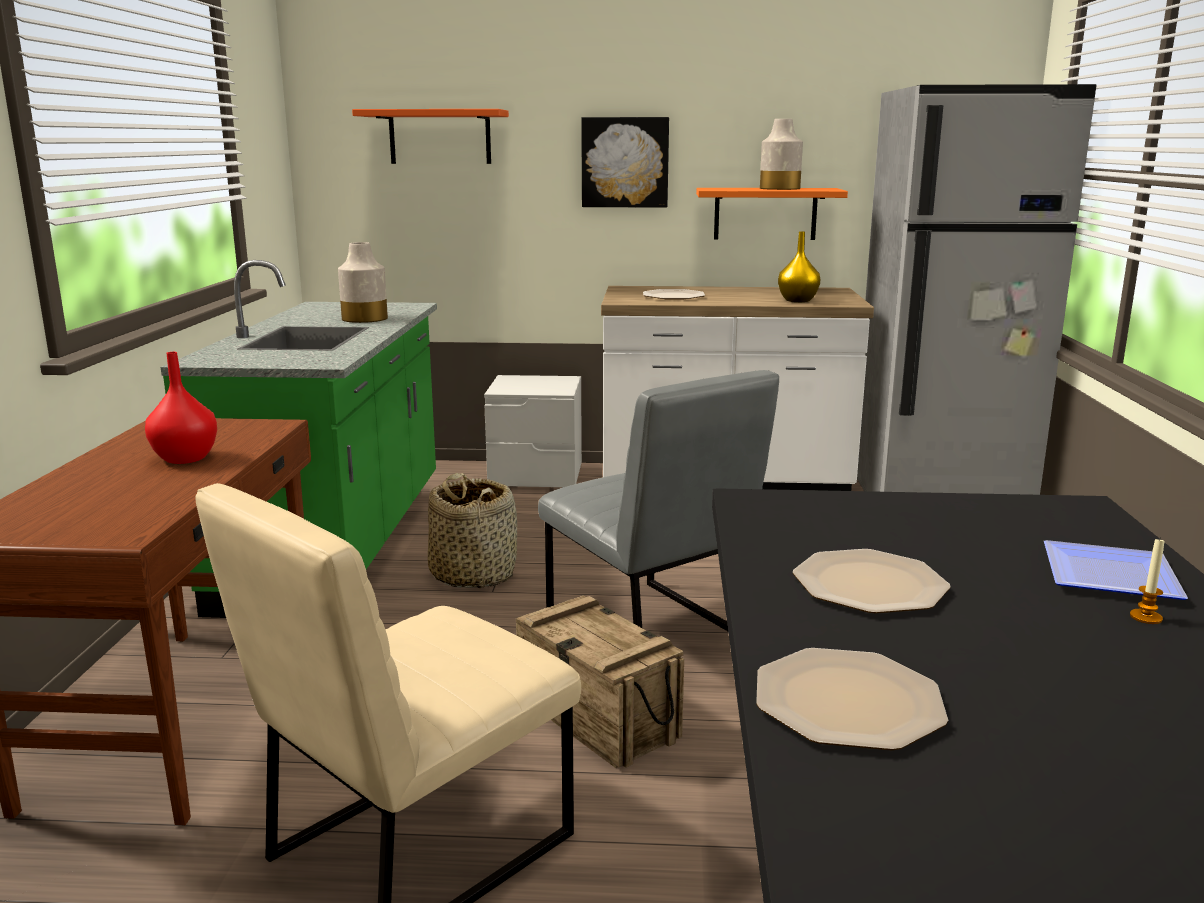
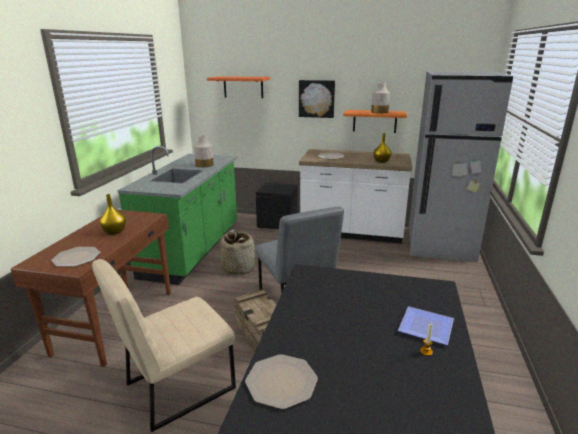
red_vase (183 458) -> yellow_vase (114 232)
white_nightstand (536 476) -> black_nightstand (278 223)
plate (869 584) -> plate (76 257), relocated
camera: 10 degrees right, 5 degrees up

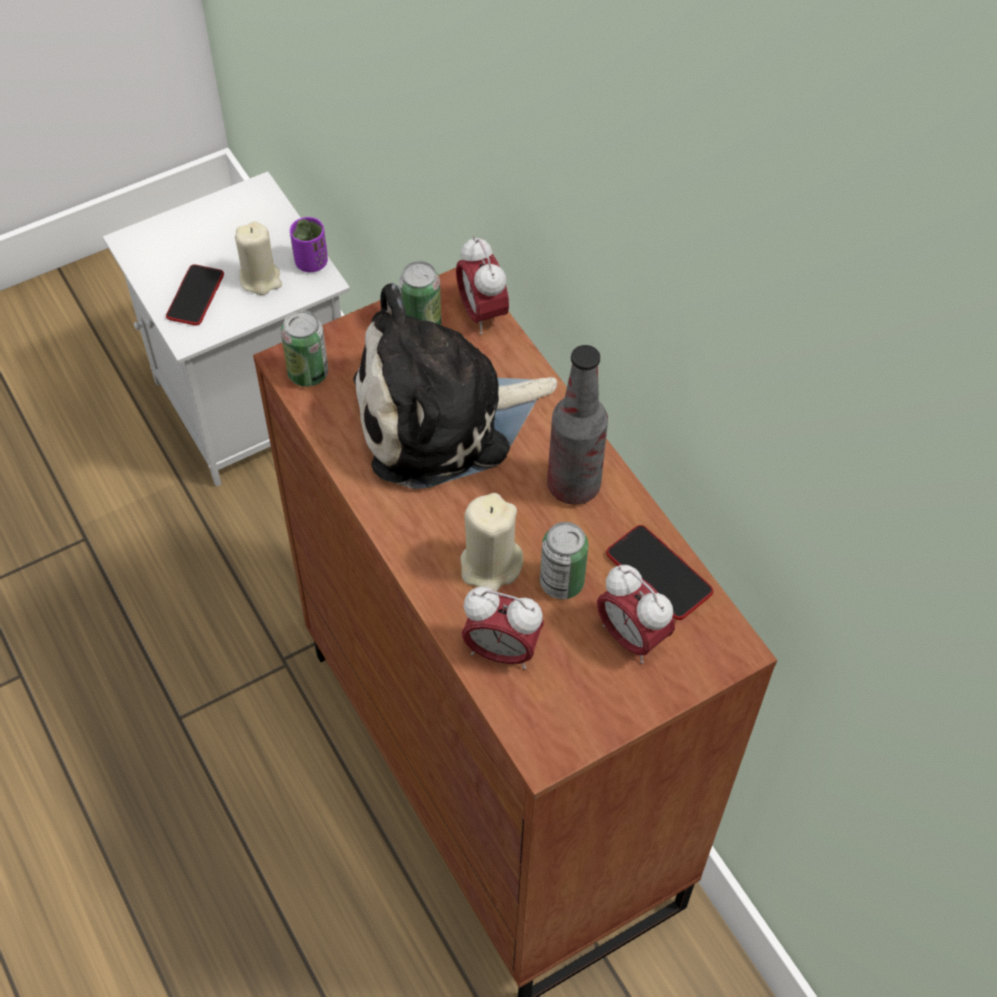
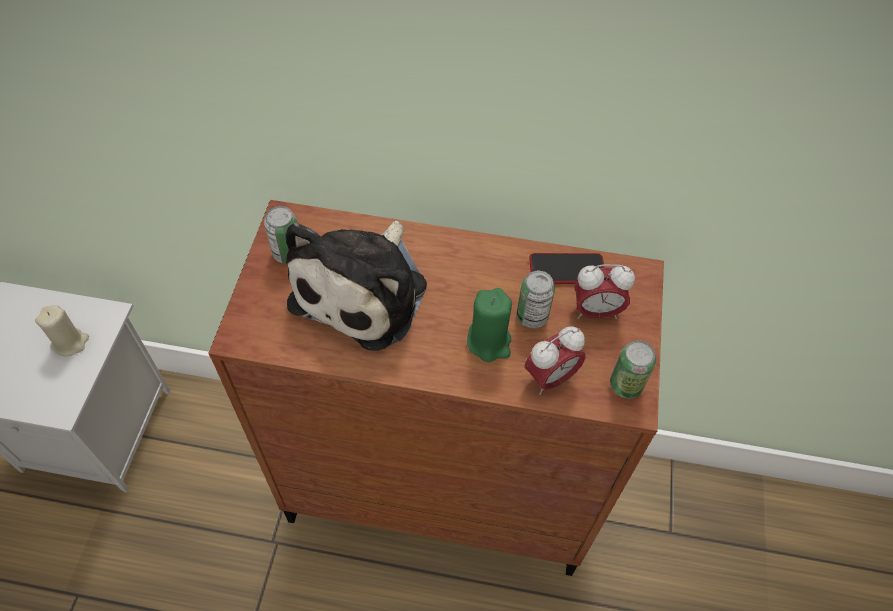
phone (195 296) -> none
can (308 373) -> can (626 385), relocated
purple_cup (311 262) -> none
alarm_clock (482 314) -> none
beige_candle (490 566) -> green_candle (489 342)
bottle (573 485) -> none
camera: 50 degrees left, 0 degrees up

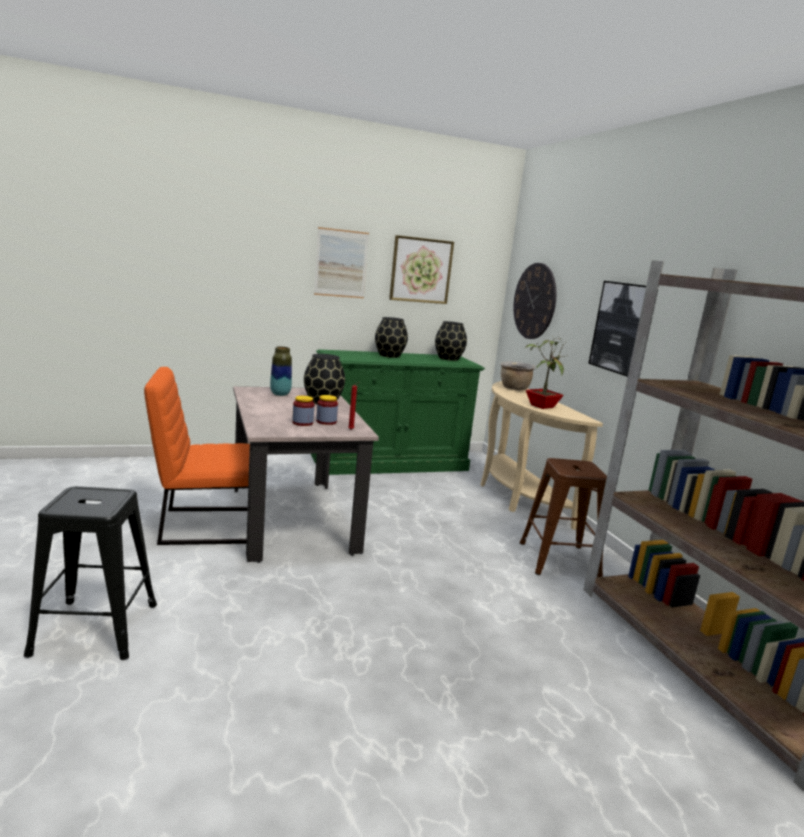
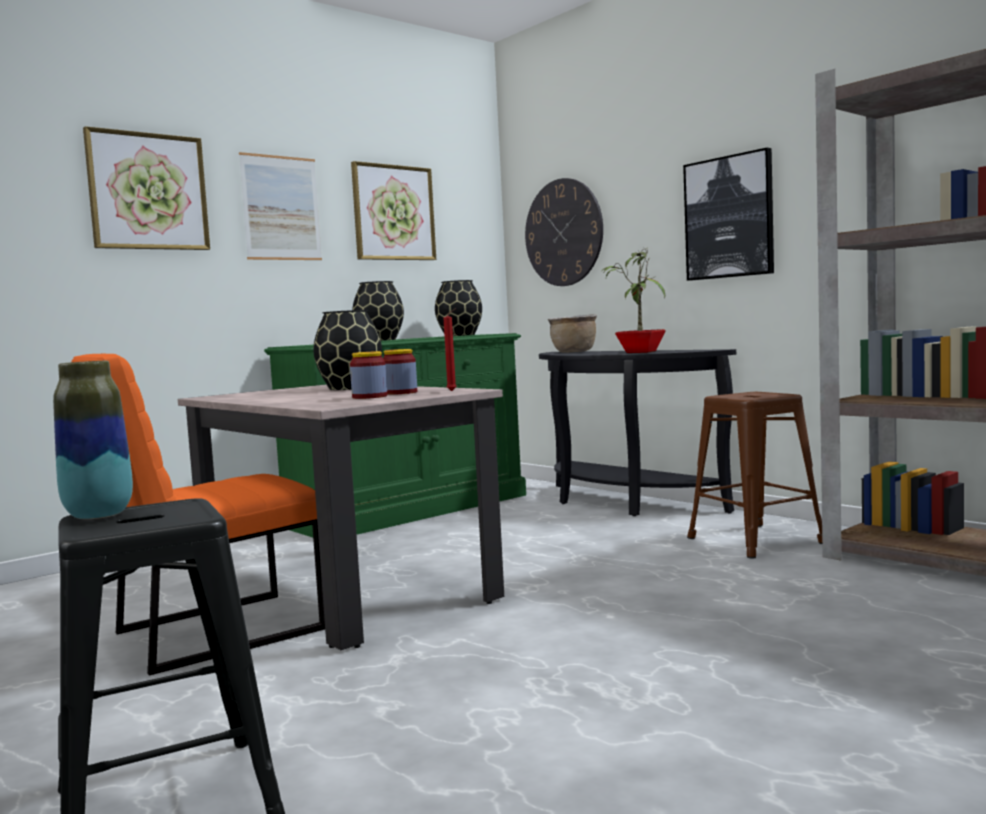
vase (280 394) -> vase (98 515), relocated
beige_console_table (516 496) -> black_console_table (619 503)
none -> picture (148 191)
camera: 20 degrees left, 10 degrees down

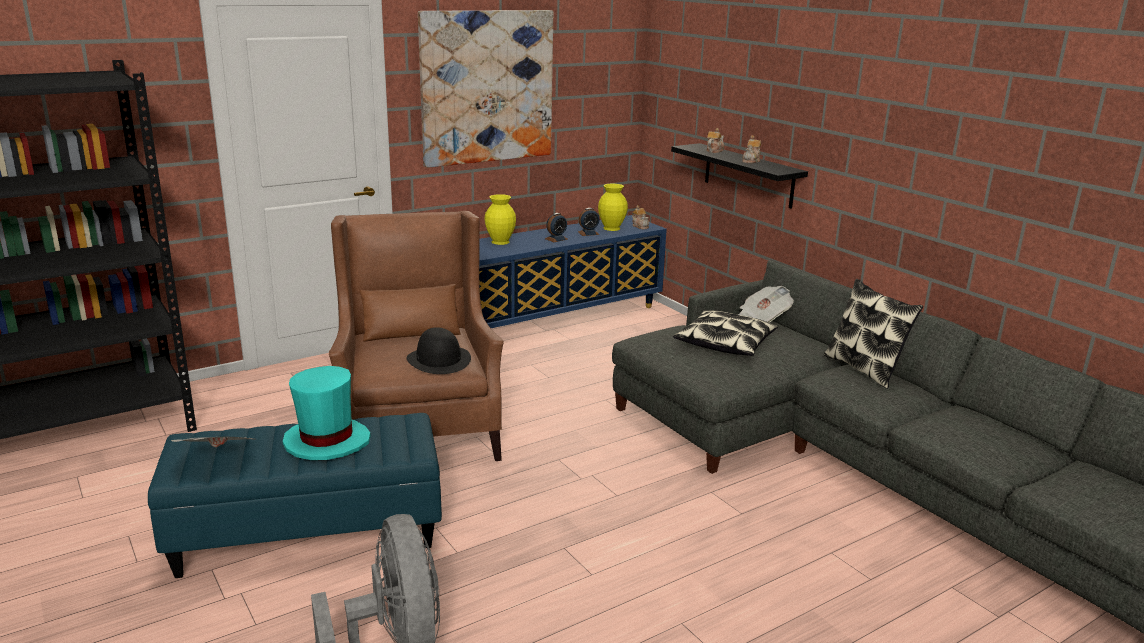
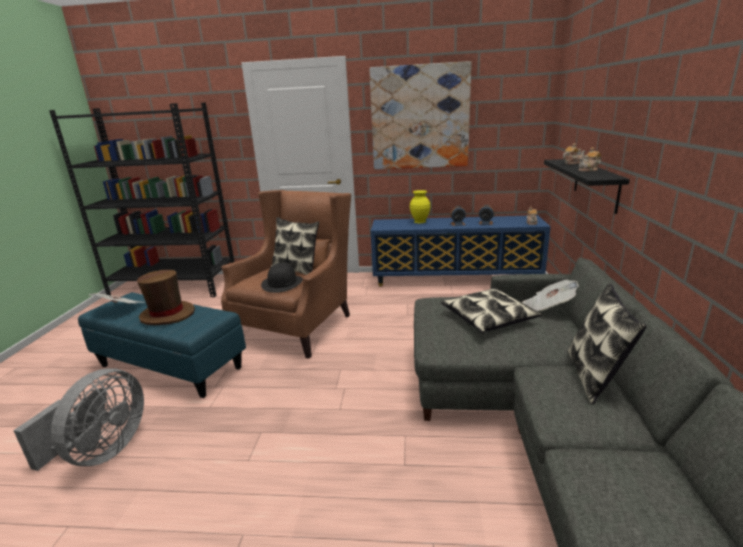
turquoise_hat (326 441) -> brown_hat (167 315)
yellow_vase (612 228) -> none
none -> pillow (297 270)
camera: 40 degrees right, 0 degrees up

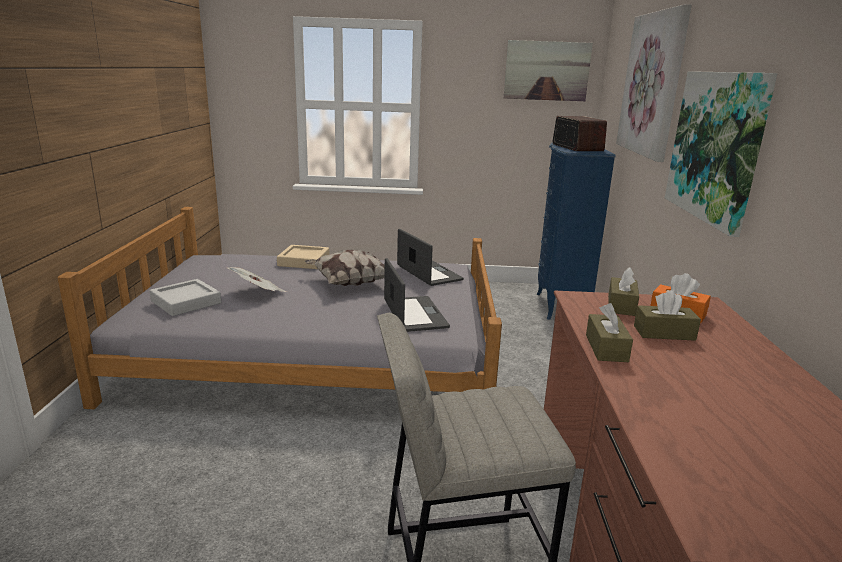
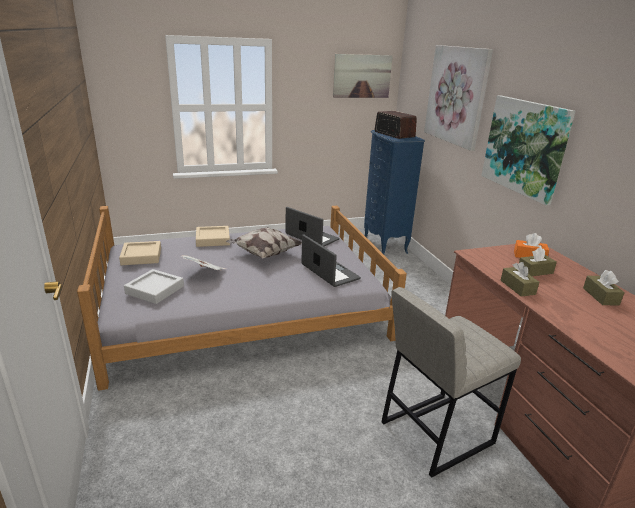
brown_tissue_box (621 305) -> brown_tissue_box (600 296), relocated
none -> beige_tray (141 256)
camera: 20 degrees left, 5 degrees up

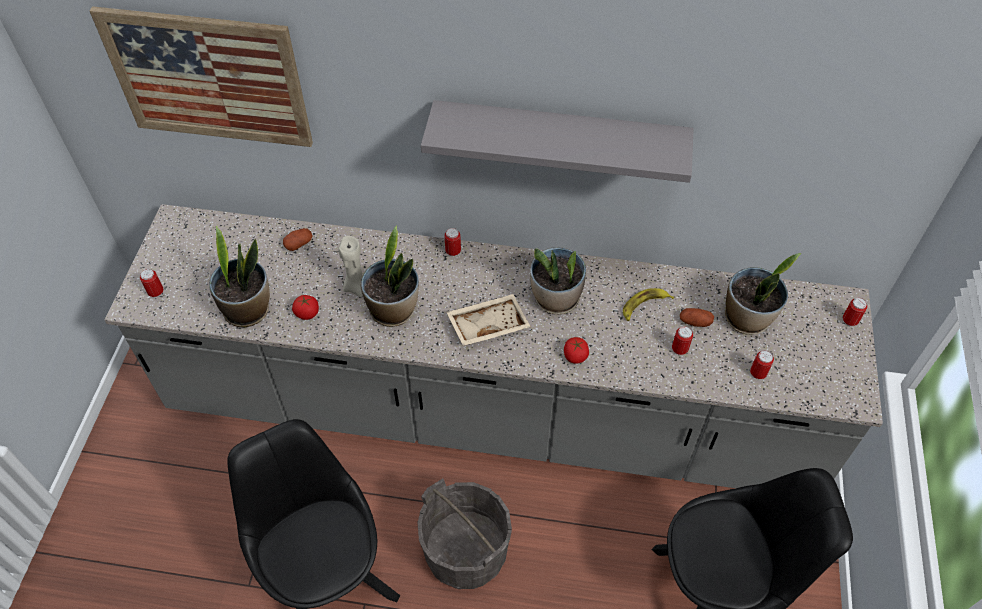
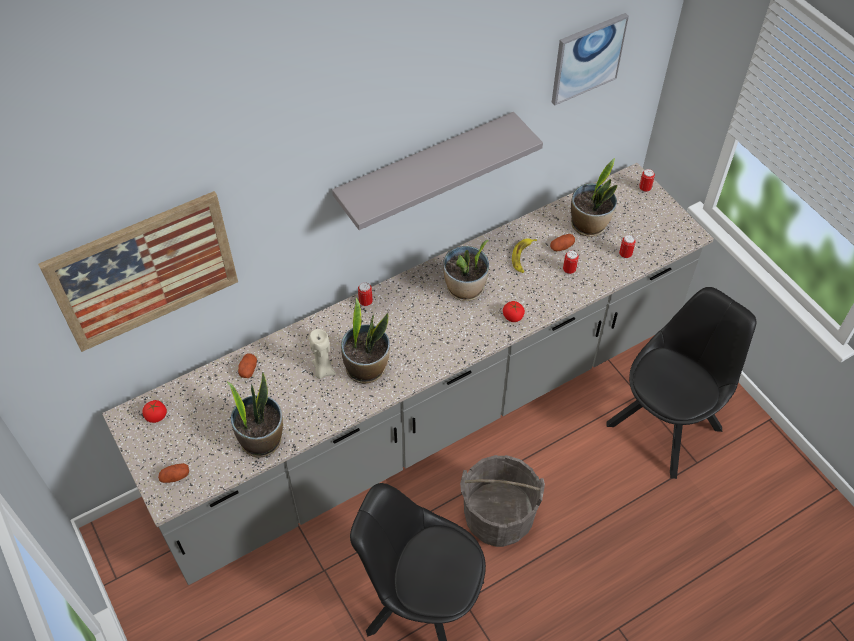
can (156 292) -> potato (175 477)
tomato (307 313) -> tomato (156 416), relocated
beige_tray (488 324) -> none
none -> picture (587 58)
camera: 40 degrees left, 0 degrees up

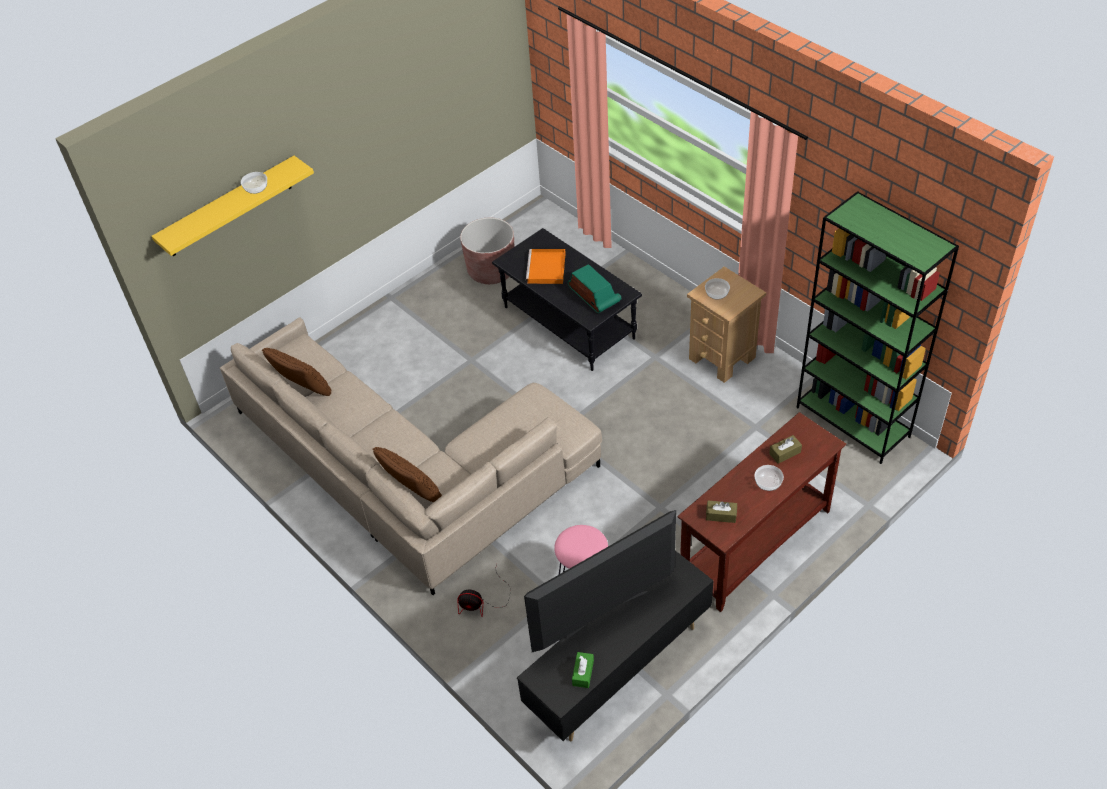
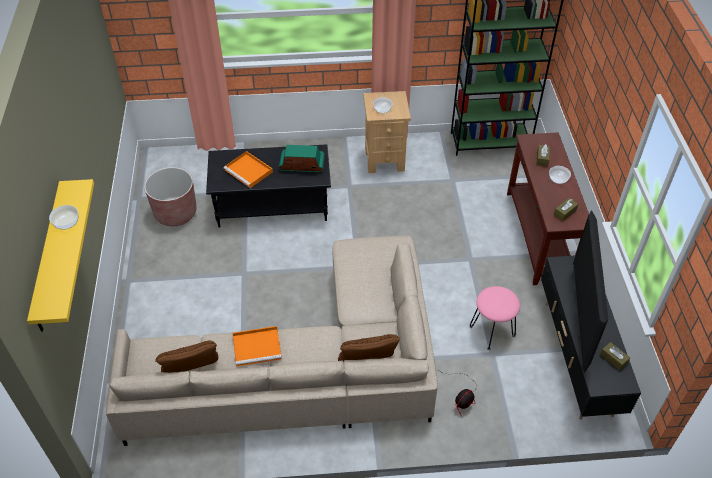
green_tissue_box (583 673) -> brown_tissue_box (613 359)
none -> orange_tray (258 347)
camera: 55 degrees left, 0 degrees up

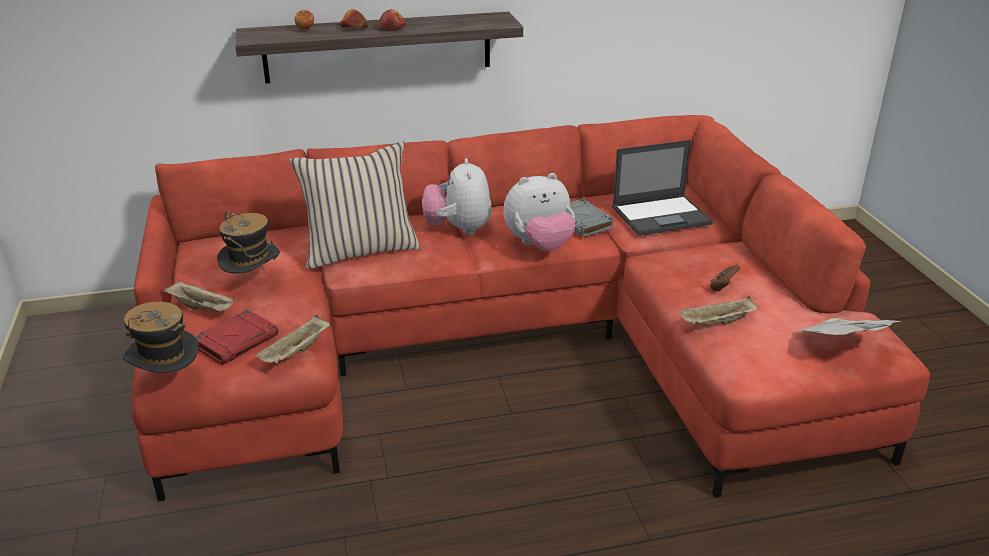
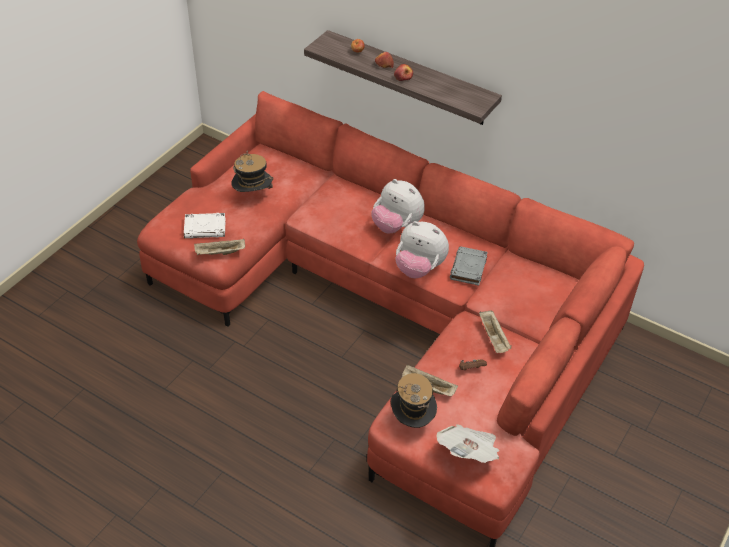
hat (168 383) -> hat (412 421), relocated
beige_tray (203 308) -> beige_tray (494 338), relocated
red_book (237 341) -> white_book (205 228)
beige_pillow (360 250) -> none
plush_toy (458 229) -> plush_toy (396 226), 90 degrees counterclockwise
laptop (662 215) -> none
camera: 45 degrees right, 15 degrees up

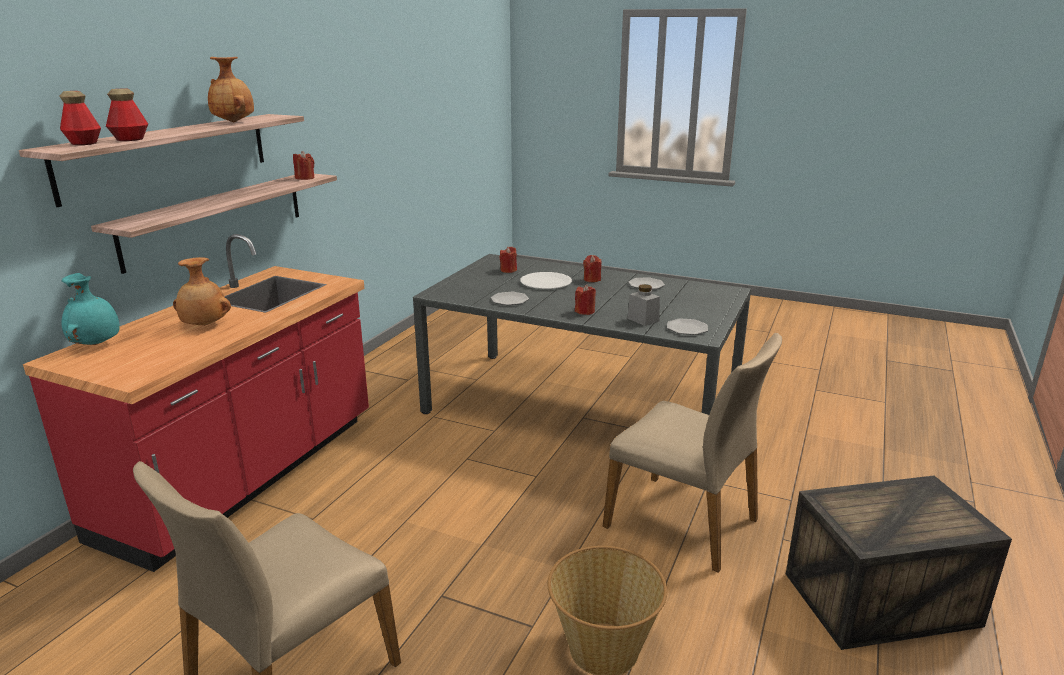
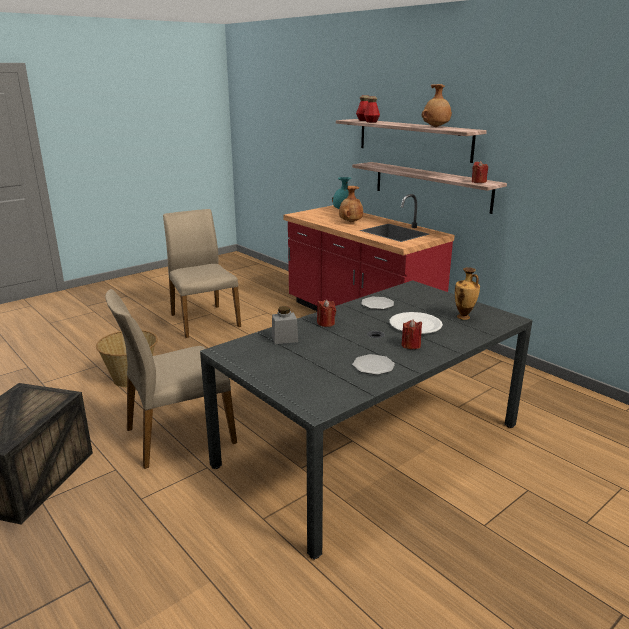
red_candle (508 270) -> vase (464 317)
plate (686 328) -> none
camera: 115 degrees right, 0 degrees up

